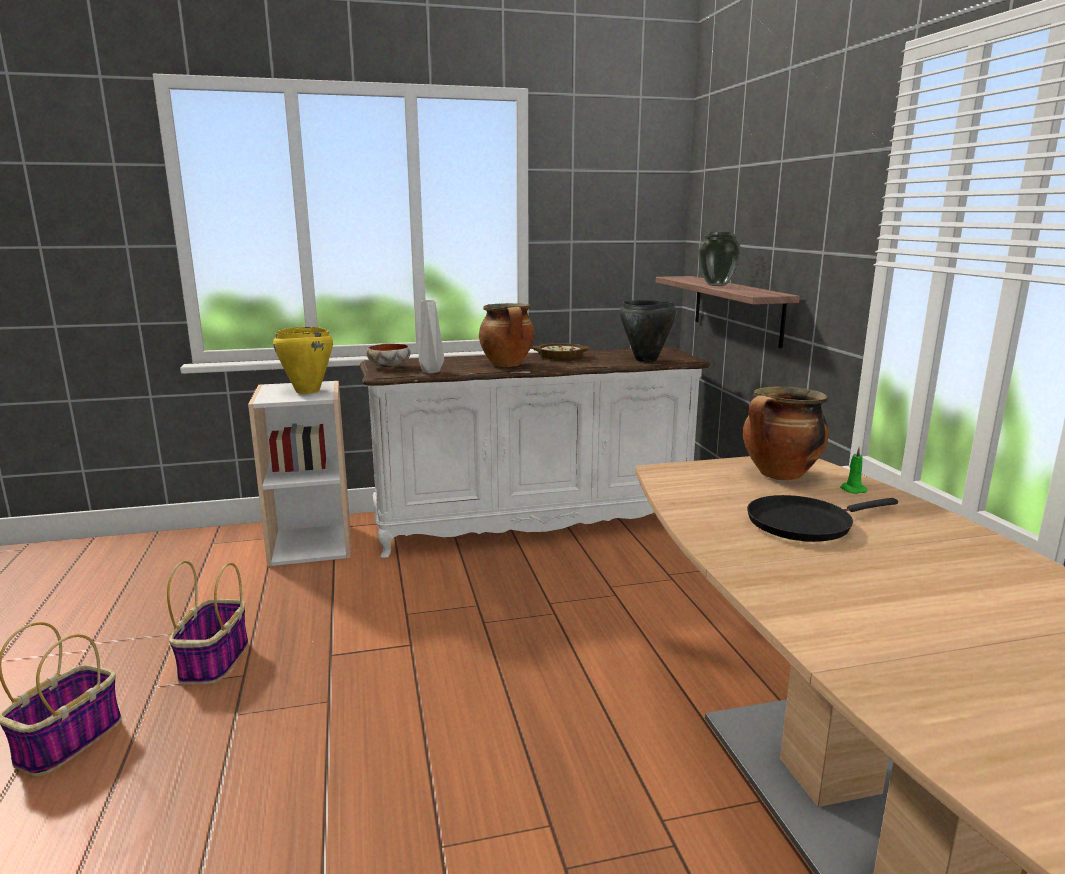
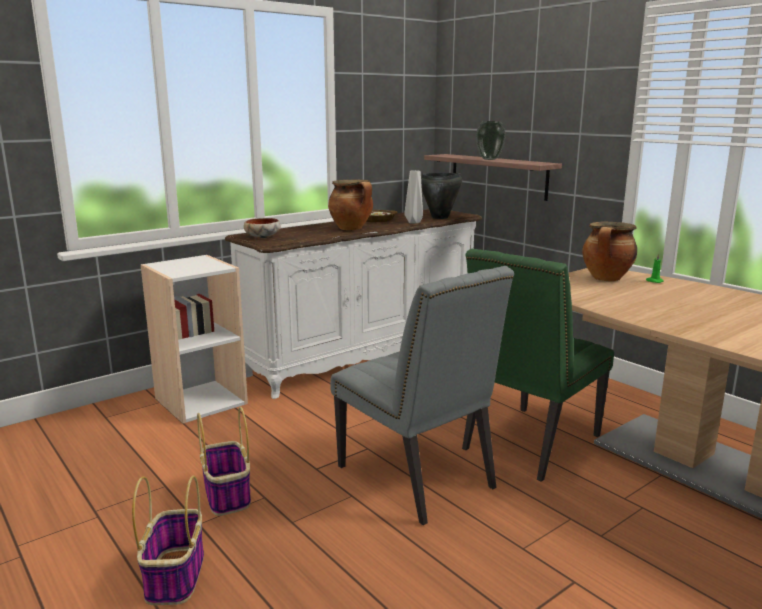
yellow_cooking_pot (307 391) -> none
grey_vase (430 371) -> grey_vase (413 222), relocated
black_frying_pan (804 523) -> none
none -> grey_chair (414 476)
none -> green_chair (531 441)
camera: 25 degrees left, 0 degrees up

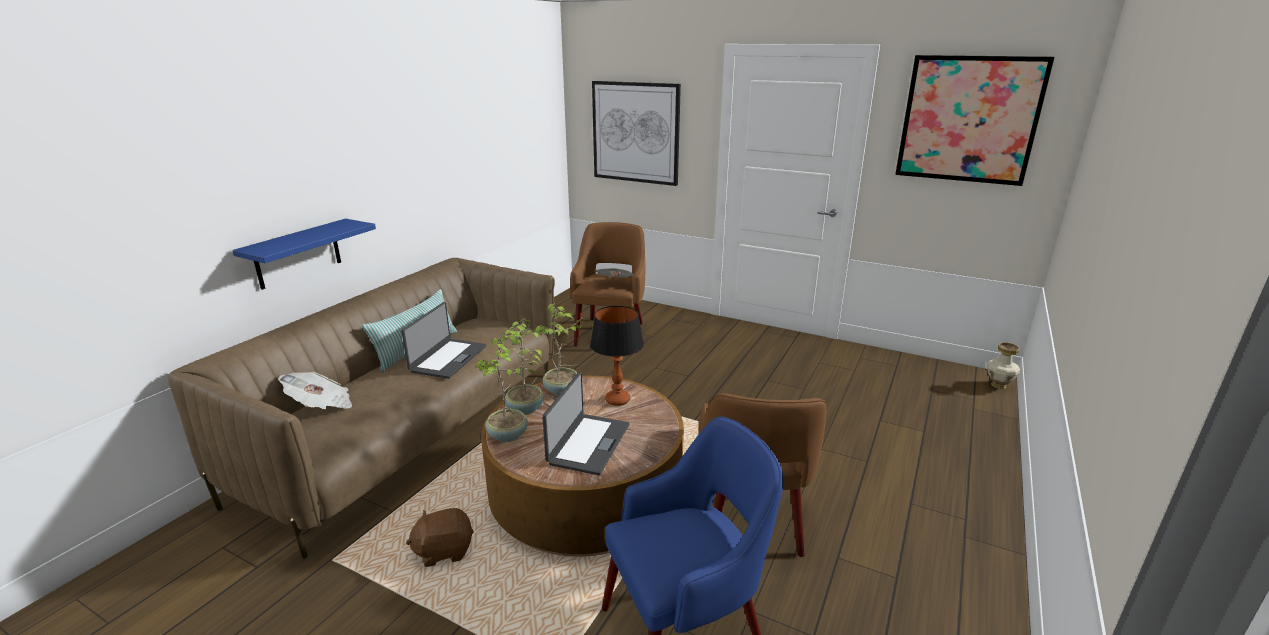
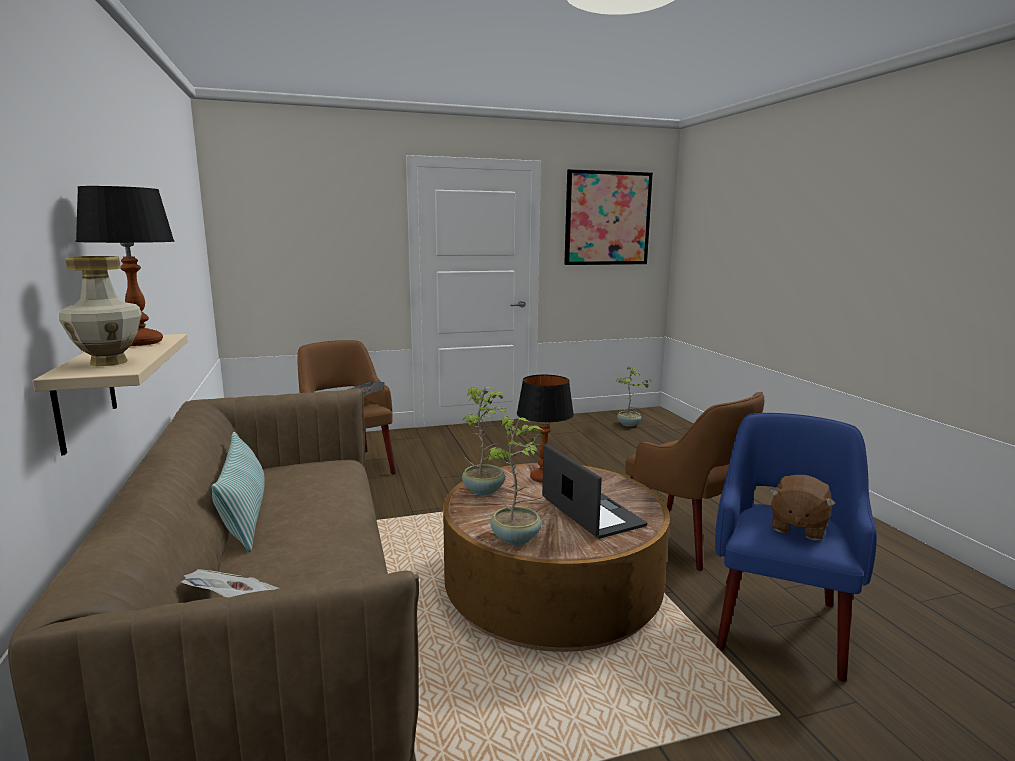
blue_shelf (298 254) -> beige_shelf (85 392)
laptop (447 358) -> none
brown_plush_toy (444 550) -> brown_plush_toy (797 527), relocated
potted_plant (524 409) -> potted_plant (629 424), relocated
picture (635 133) -> none
vase (998 385) -> vase (107 362), relocated
none -> table_lamp (140 342)
camera: 45 degrees left, 10 degrees down

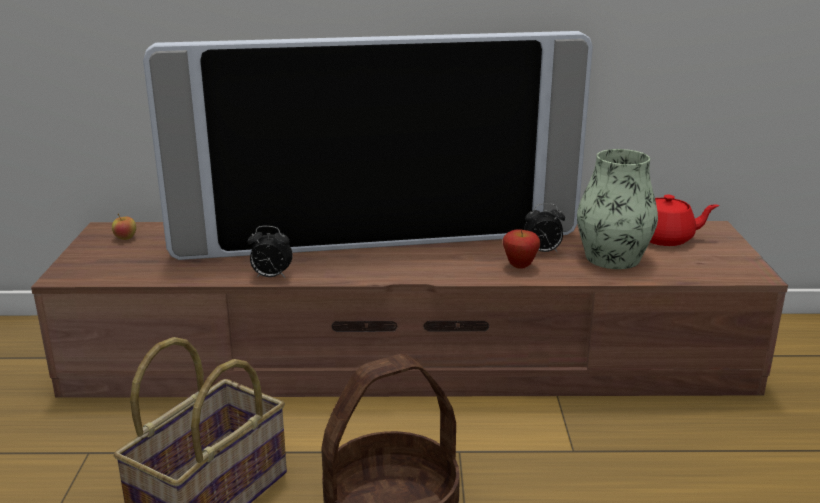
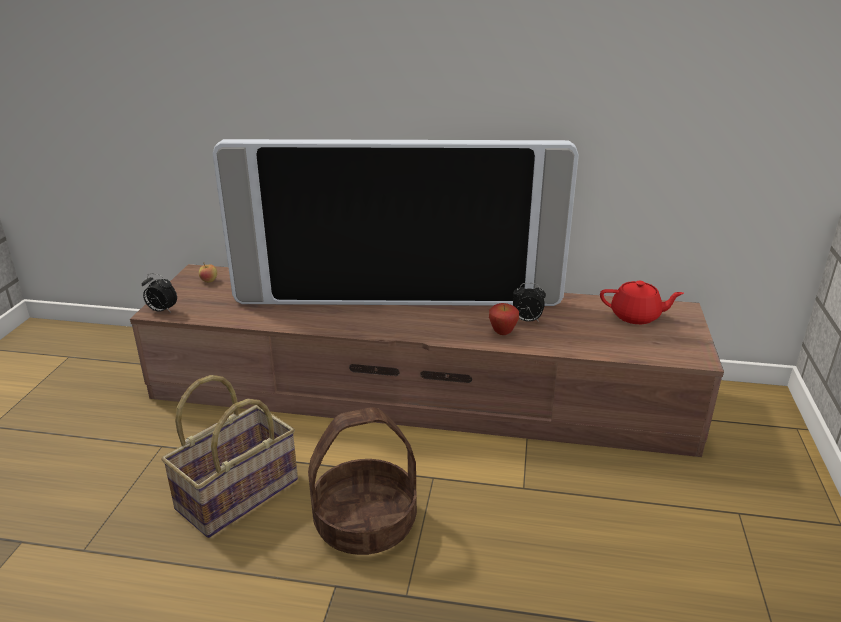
alarm_clock (271 277) -> alarm_clock (162 311), relocated
vase (612 258) -> none
camera: 10 degrees right, 5 degrees up

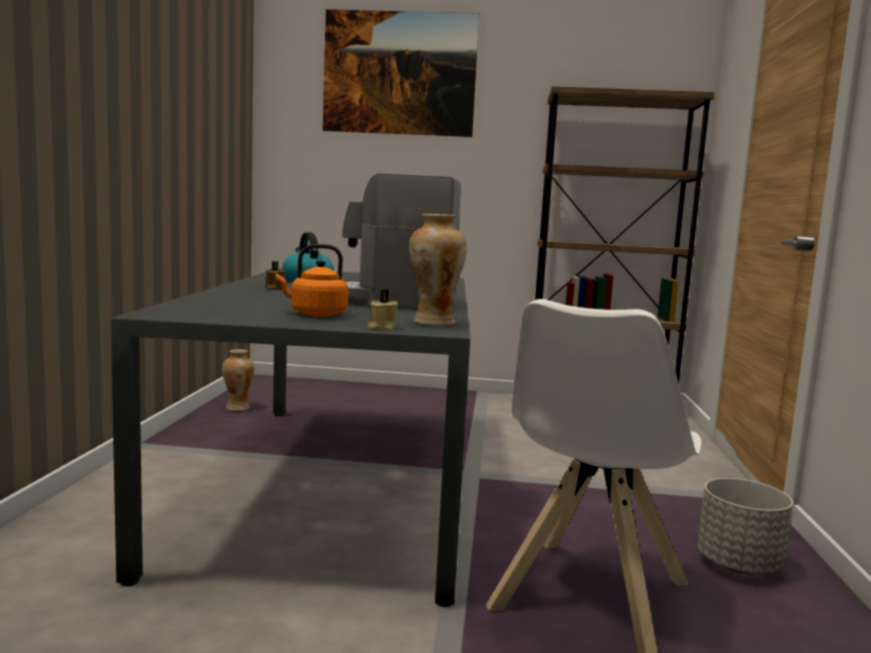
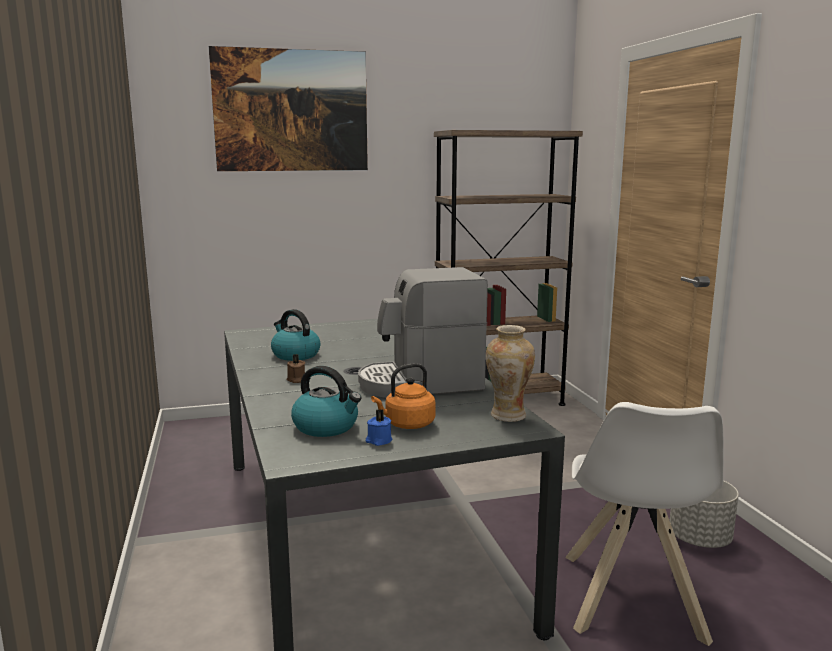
vase (238 408) -> none
beige_candle (381 328) -> none
none -> kettle (327 427)
none -> blue_candle (378 441)
camera: 20 degrees left, 5 degrees up

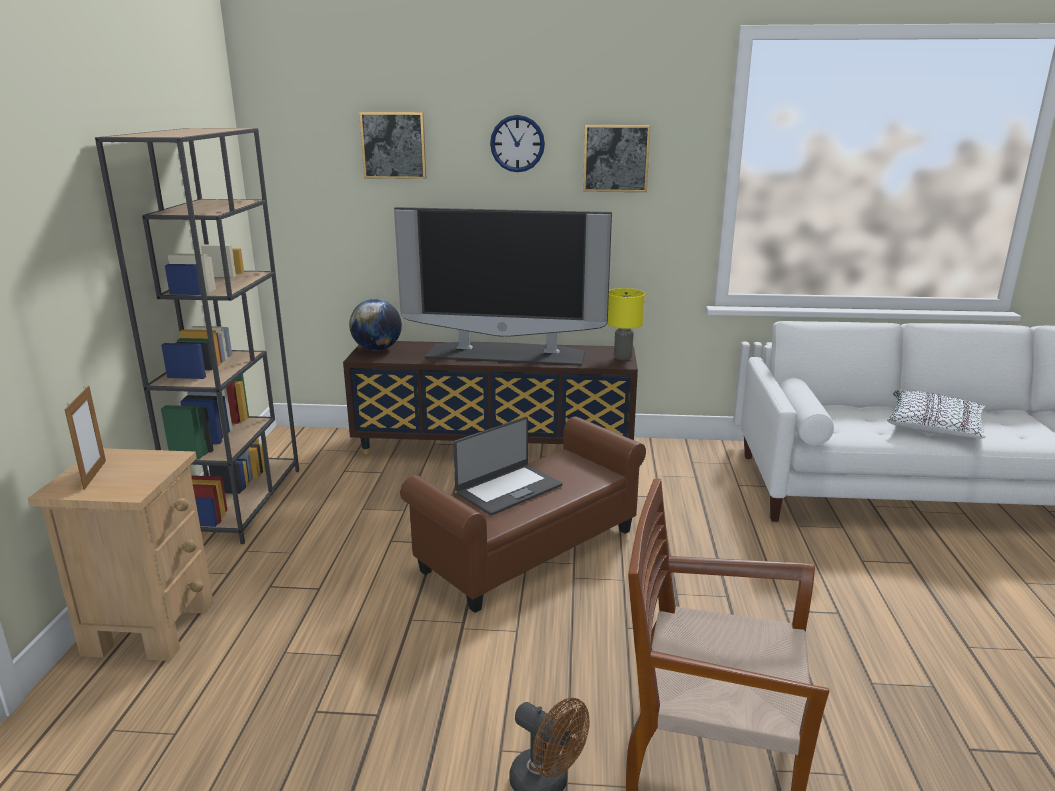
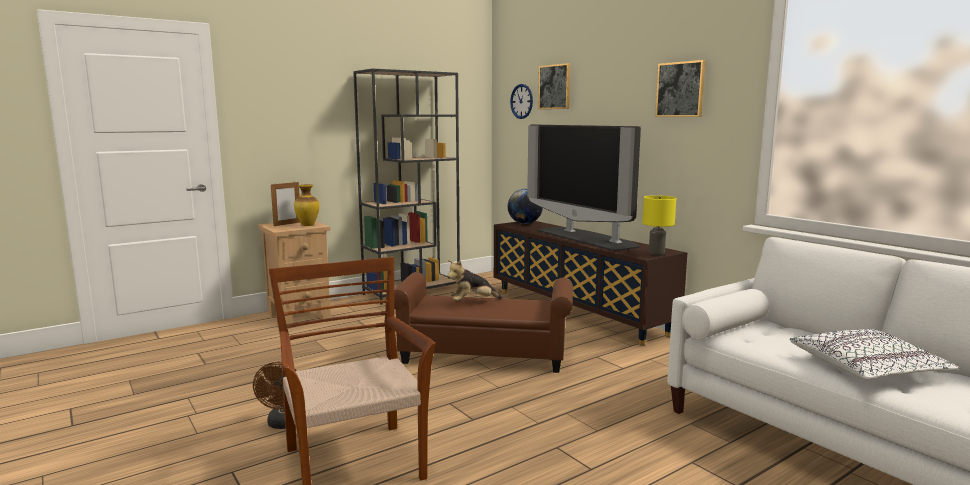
laptop (508 489) -> plush_toy (472 302)
wall_clock (517 143) -> wall_clock (521 101), relocated
none -> vase (307 225)
camera: 50 degrees right, 10 degrees down

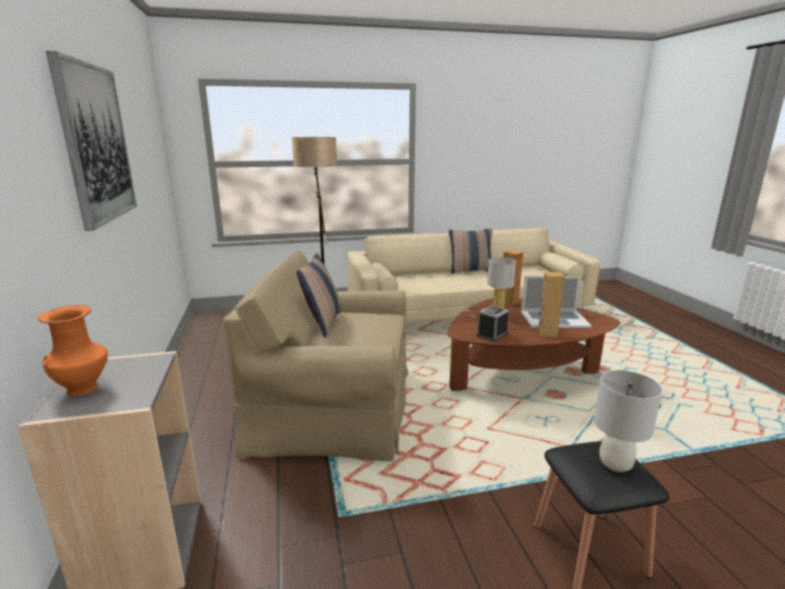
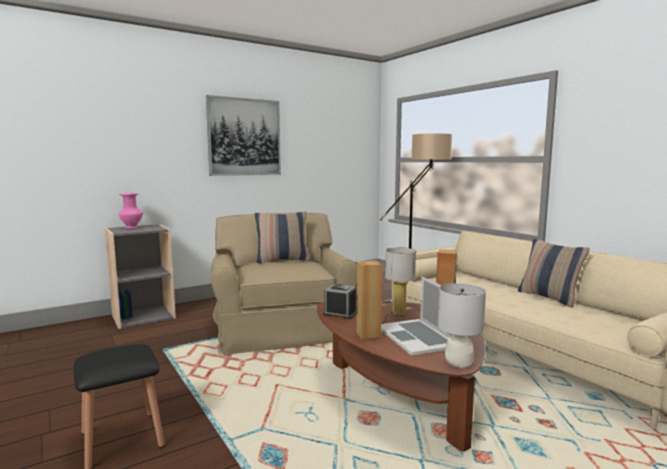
orange_vase (84 388) -> pink_vase (132 227)
grey_table_lamp (613 464) -> grey_table_lamp (459 364), relocated
camera: 70 degrees right, 10 degrees down

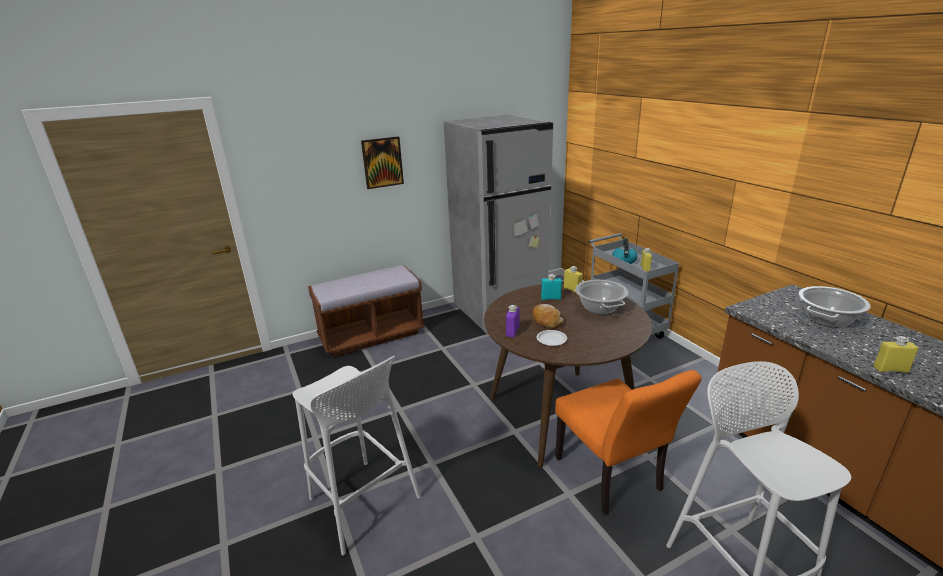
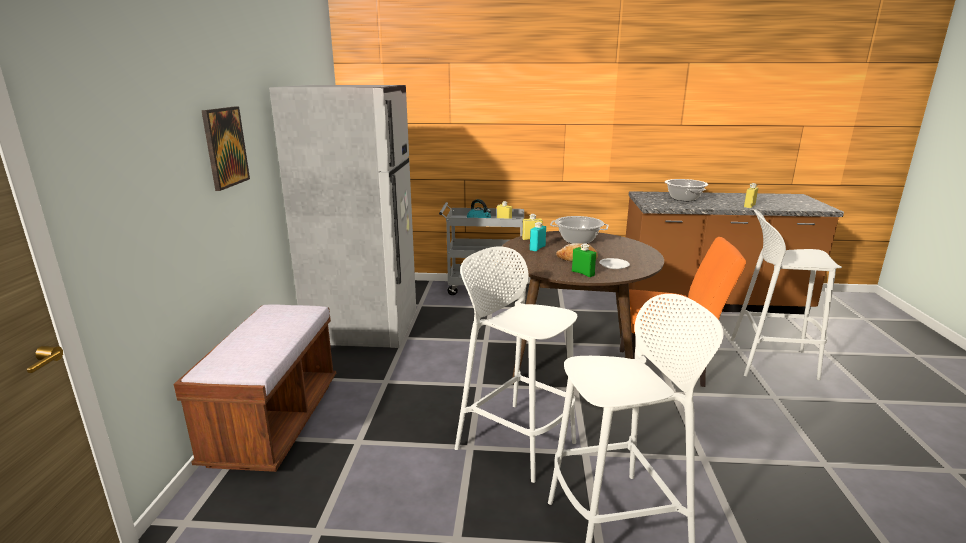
purple_bottle (512 331) -> green_bottle (583 273)
none -> white_stool (516 441)
camera: 60 degrees left, 5 degrees down

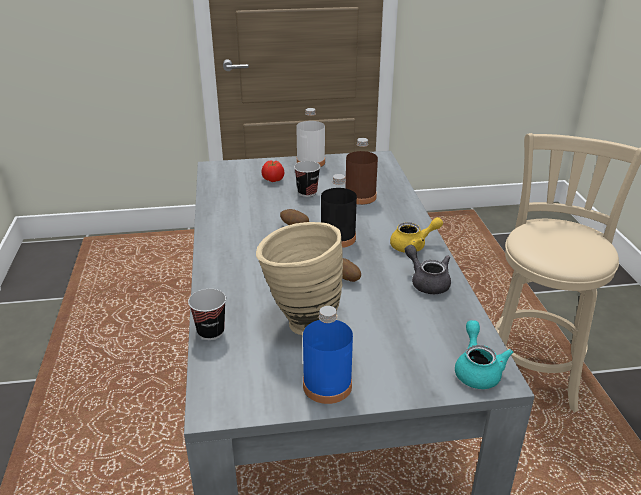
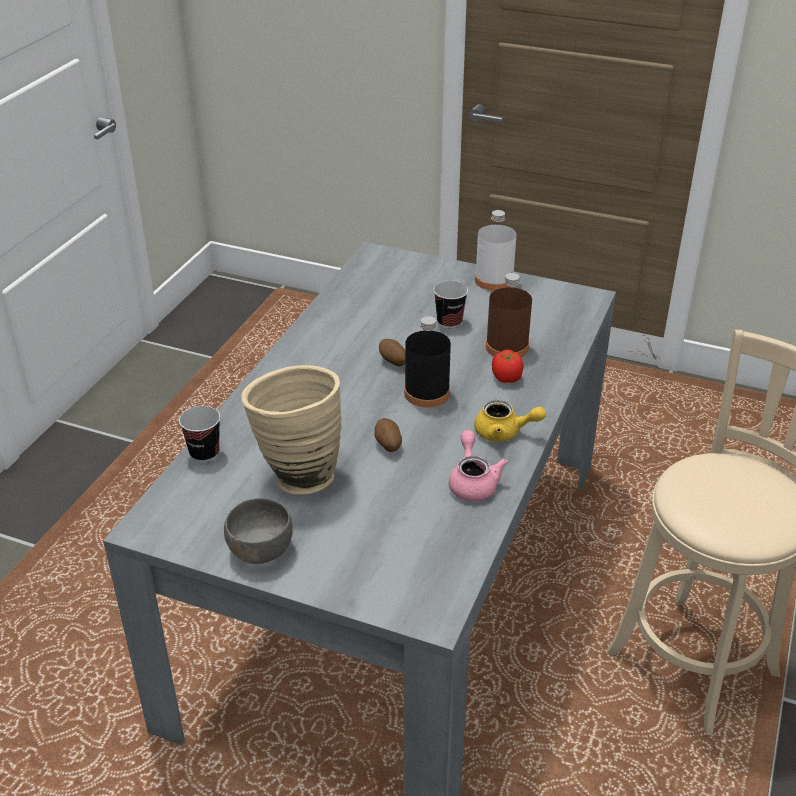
tomato (273 180) -> tomato (506 378), relocated
blue_bottle (327 385) -> grey_bowl (260 550)
grey_teapot (427 282) -> pink_teapot (473 482)
turquoise_teapot (477 370) -> none
camera: 30 degrees right, 5 degrees up

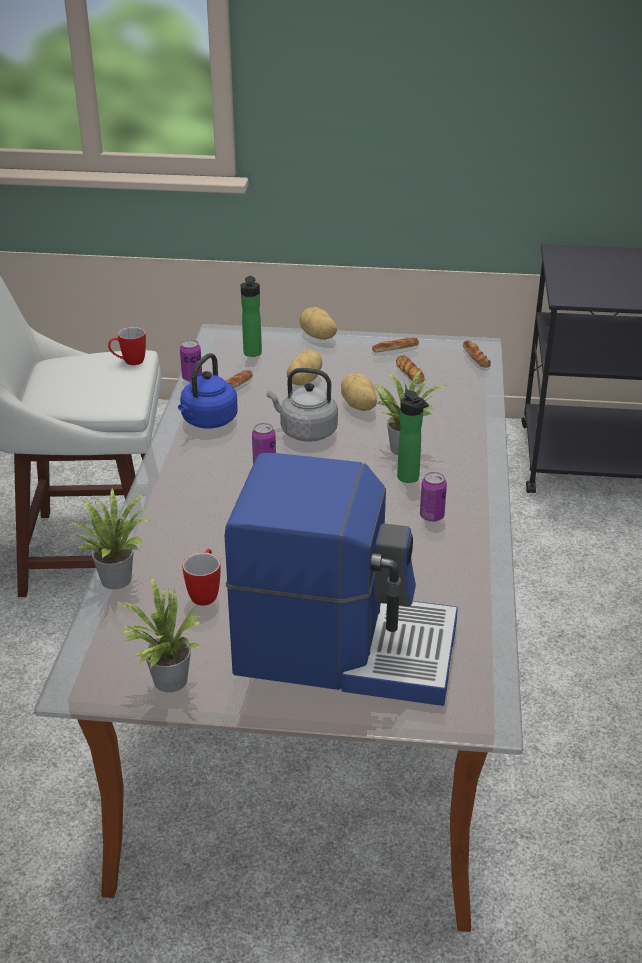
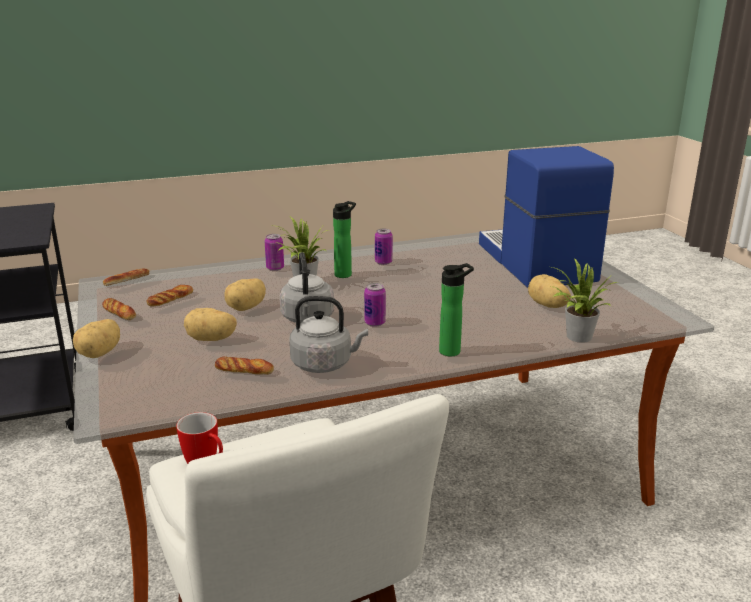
potted_plant (166 682) -> none
blue_kettle (208 421) -> grey_kettle (325 364)
can (192 378) -> can (275 268), relocated
mug (205 593) -> potato (547 305)
bottle (252 354) -> bottle (452 351), relocated
camera: 115 degrees left, 10 degrees down

